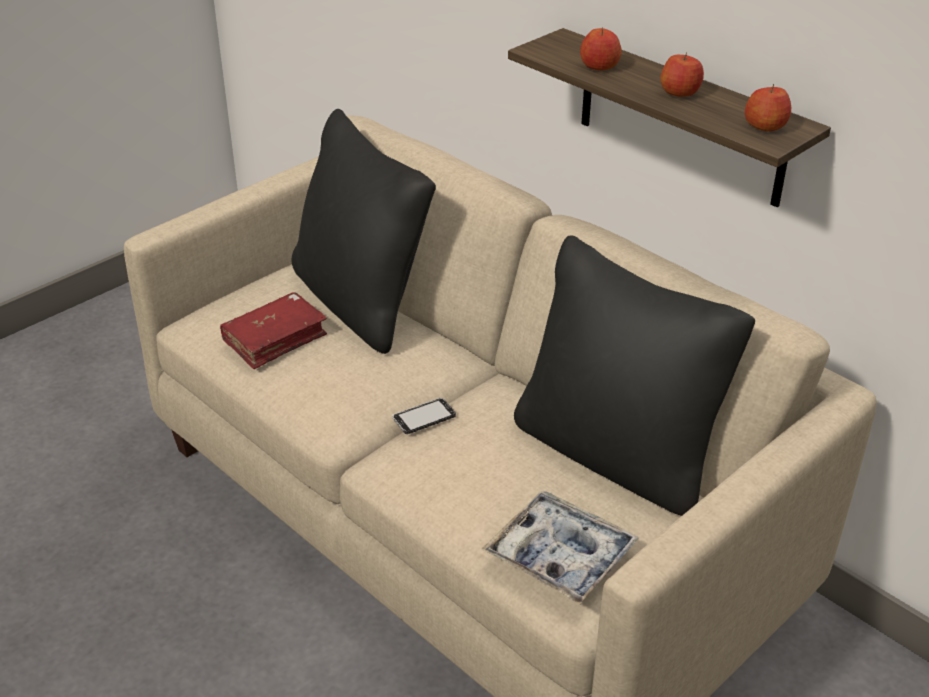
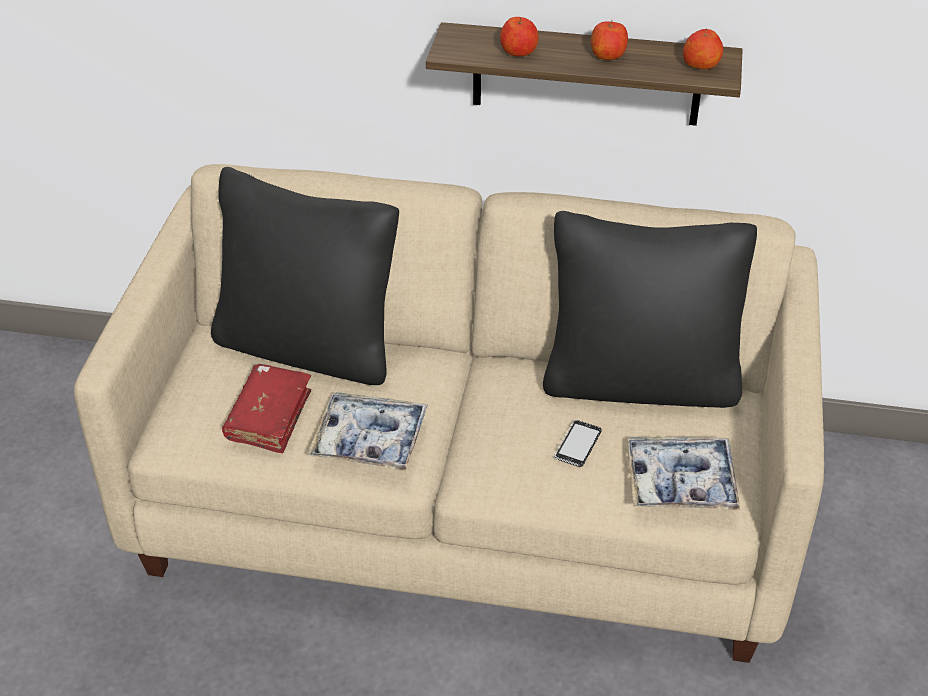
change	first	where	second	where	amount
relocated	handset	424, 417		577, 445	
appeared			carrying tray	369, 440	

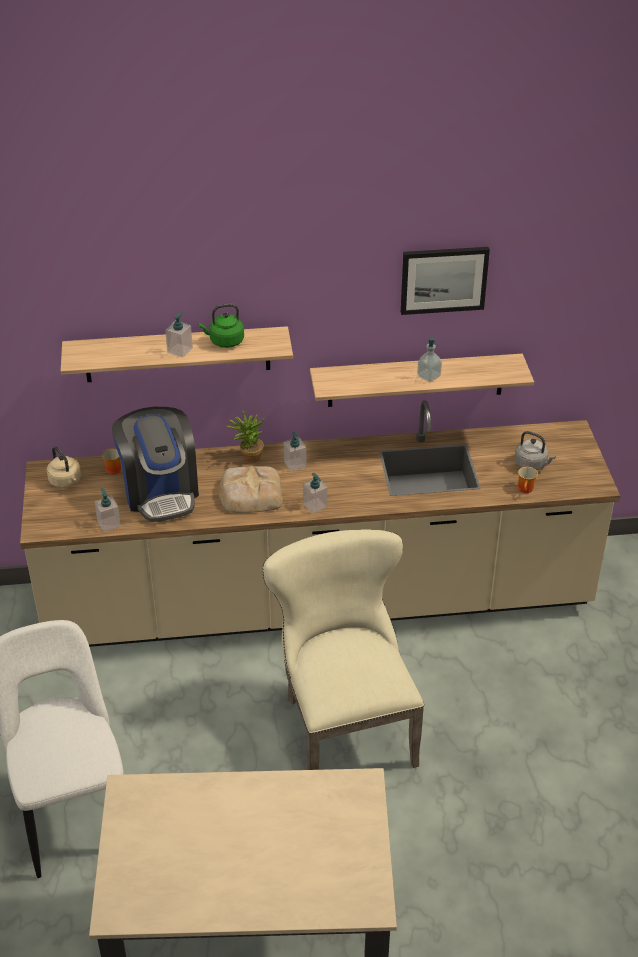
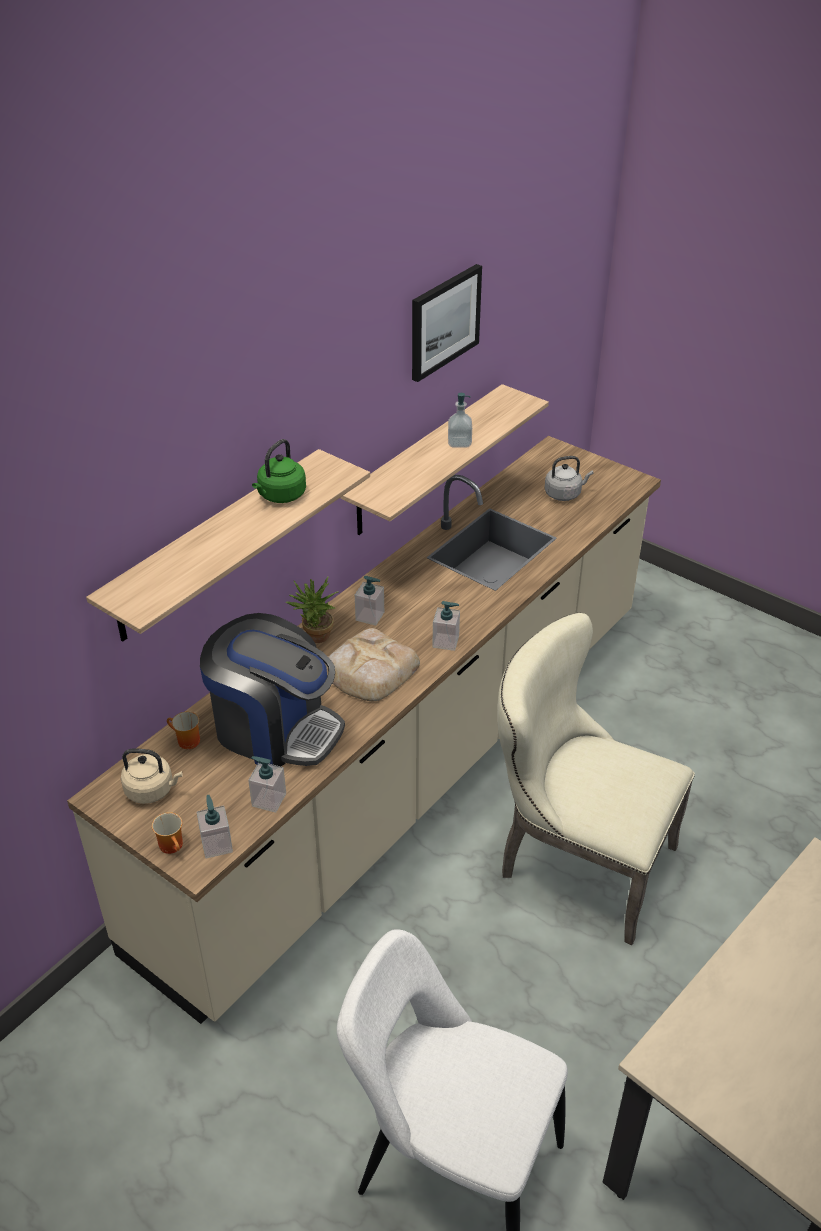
change	first	where	second	where	amount
relocated	liquid soap bottle	180, 350		216, 845	
relocated	tea mug	526, 489		174, 845	

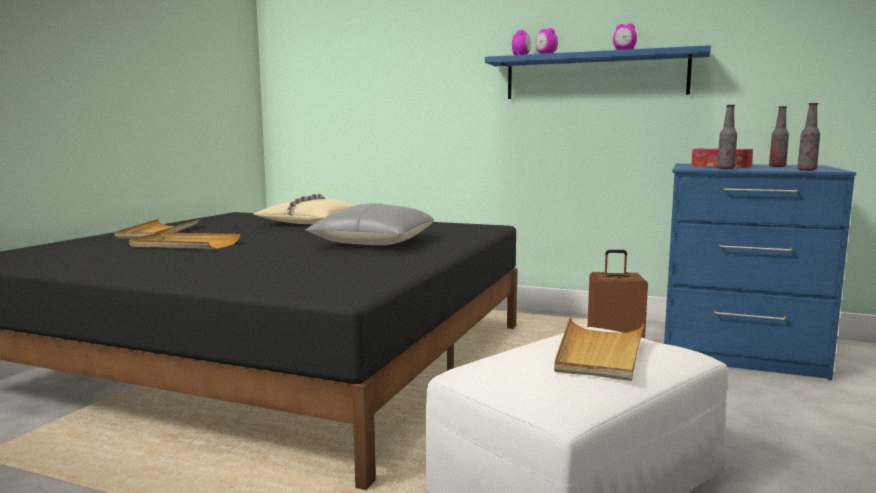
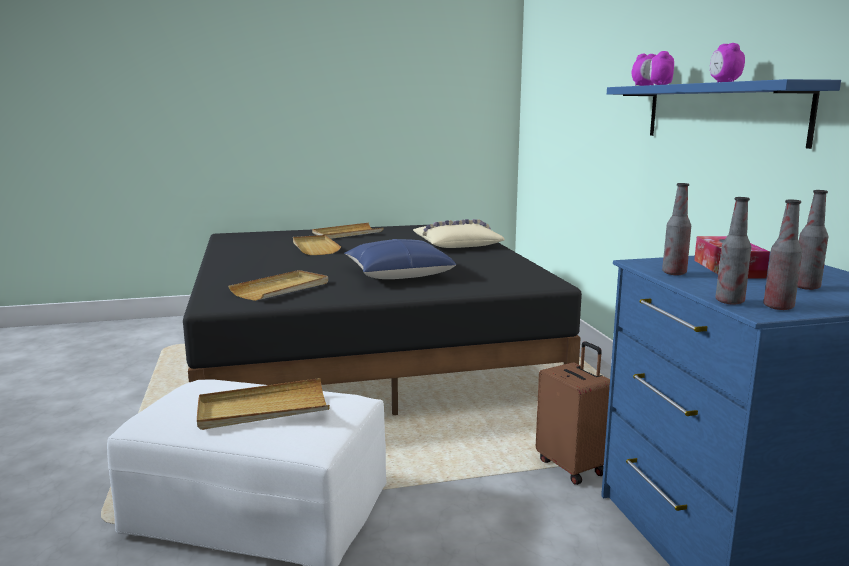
change	first	where	second	where	amount
colour	greyish pillow	373, 242	bluish pillow	398, 274	
appeared			bottle	778, 307	
appeared			sand-coloured carrying tray	281, 288	

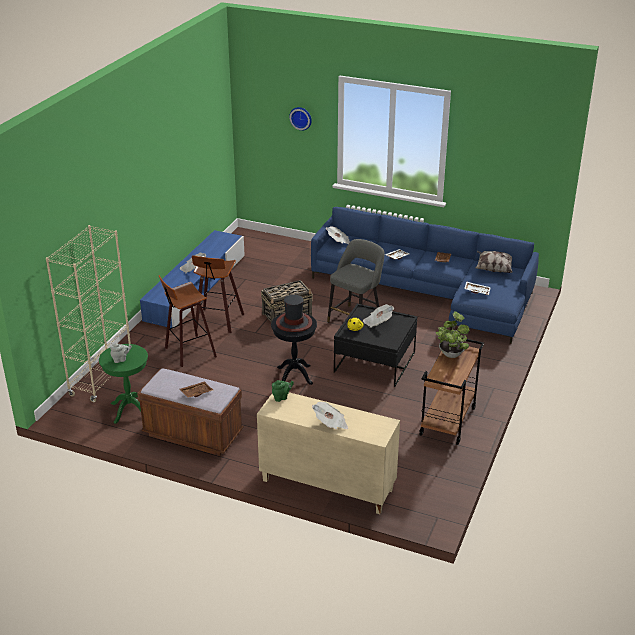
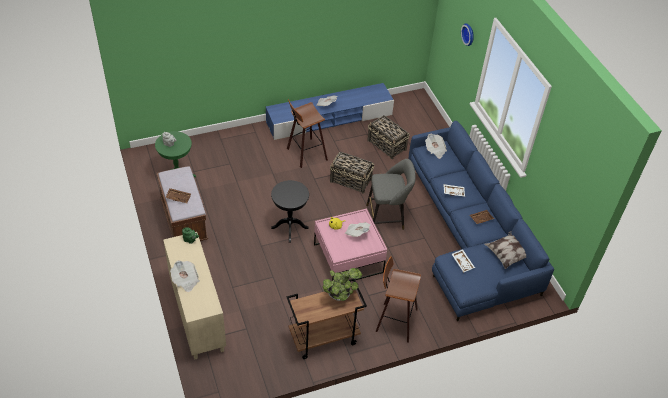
change	first	where	second	where	amount
missing	sand-coloured bookshelf	102, 379			
relocated	stool	188, 352		394, 321	
missing	wearable hat	293, 323			
colour	black-coloured coffee table	374, 362	pinkish coffee table	348, 258	
appeared			basket	387, 145	

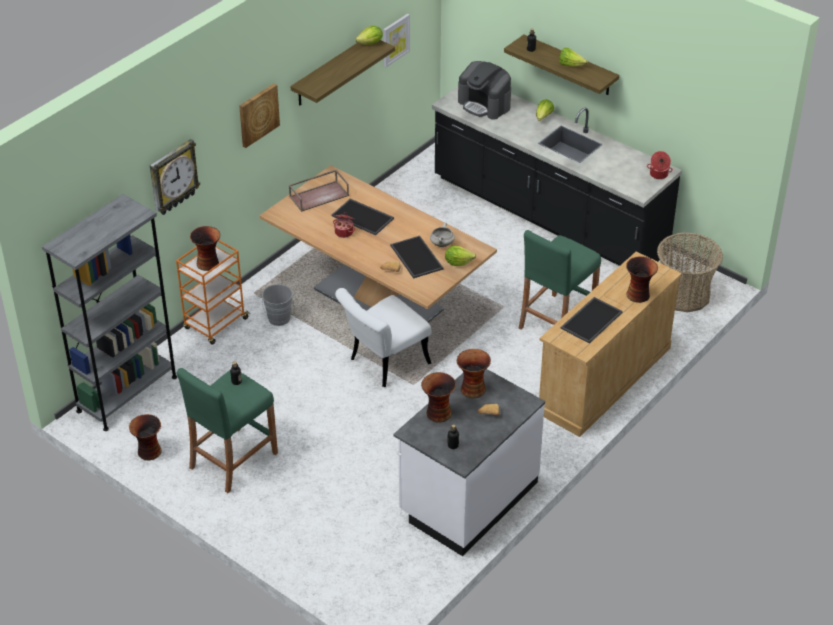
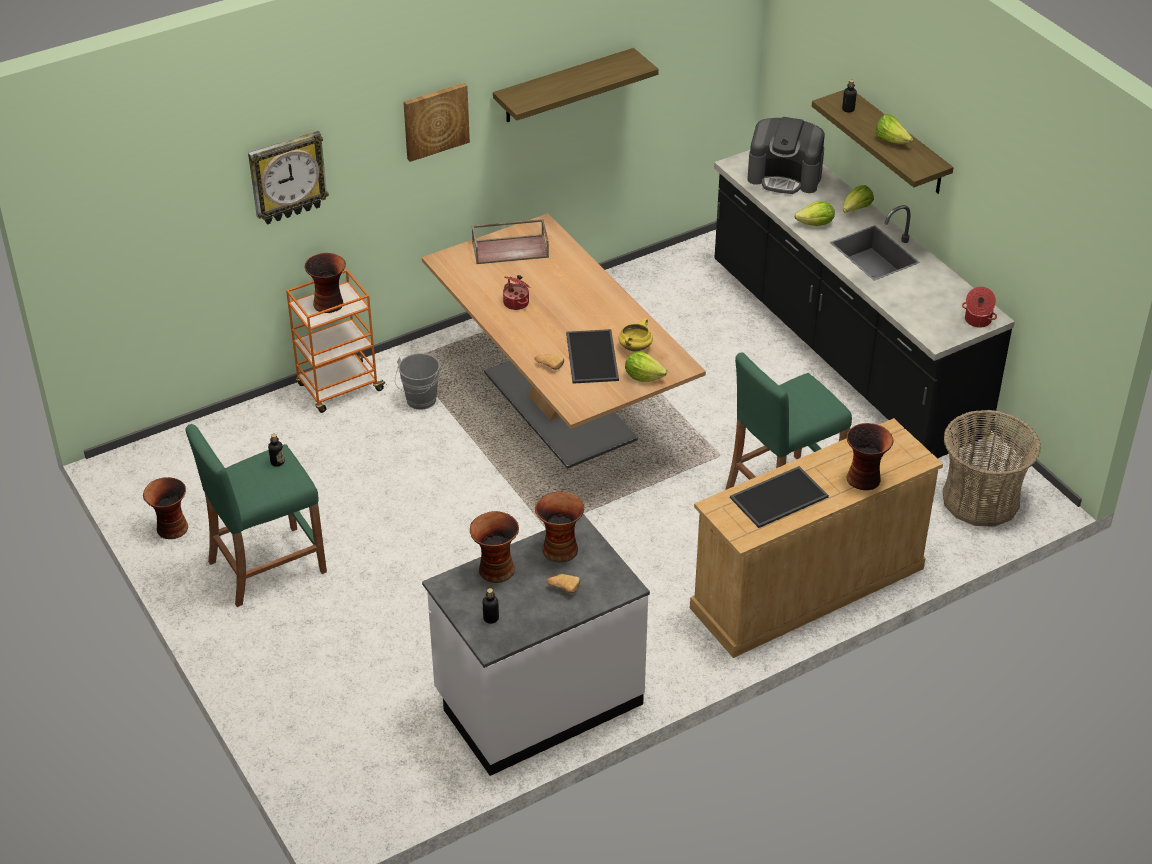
change	first	where	second	where	amount
missing	picture	395, 40			
relocated	lettuce head	370, 43		816, 224	
spun	coffee machine	484, 104		785, 176	45 degrees counterclockwise
missing	greyish bookshelf	127, 394			
missing	carrying tray	363, 217			
colour	white cooking pot	442, 244	yellow cooking pot	635, 347	
missing	white chair	383, 363			

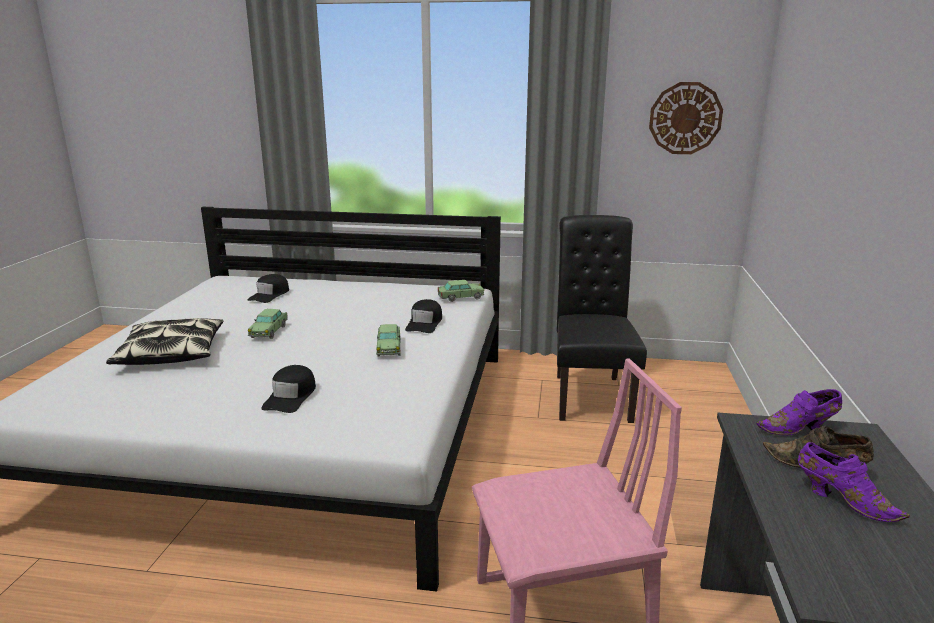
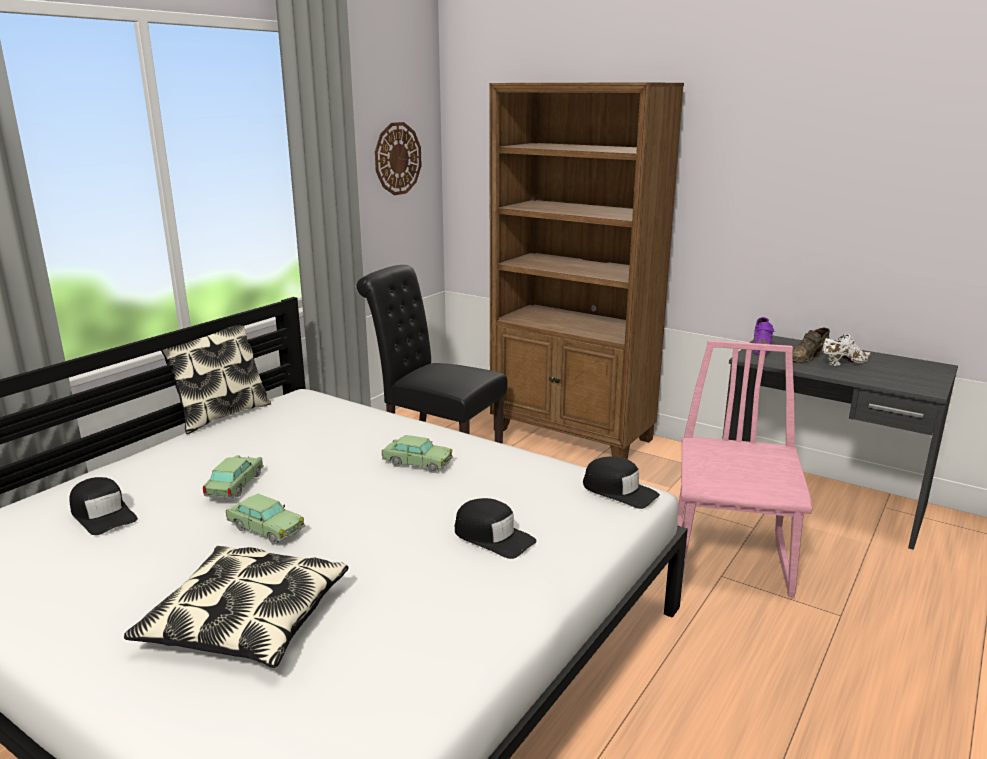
change	first	where	second	where	amount
relocated	miniature car	461, 297		235, 486	
relocated	black-coloured baseball cap	425, 323		619, 491	
colour	purple shoe	842, 500	white shoe	843, 363	
appeared			brown bookshelf	572, 435	
appeared			pillow	221, 415	

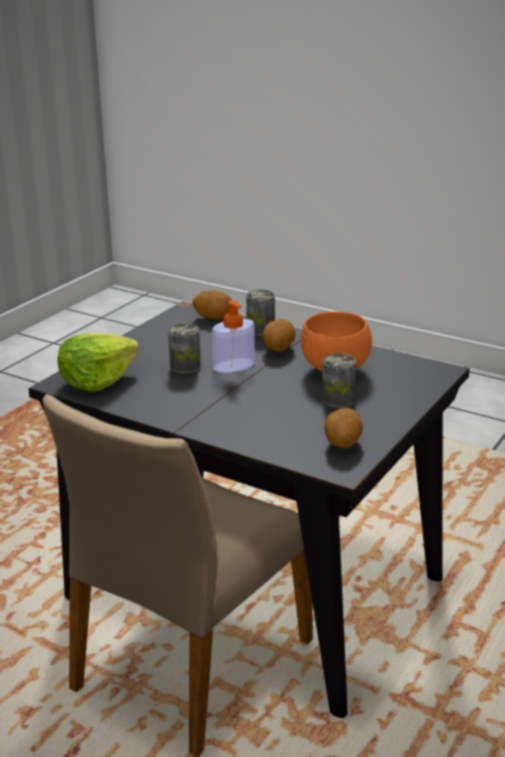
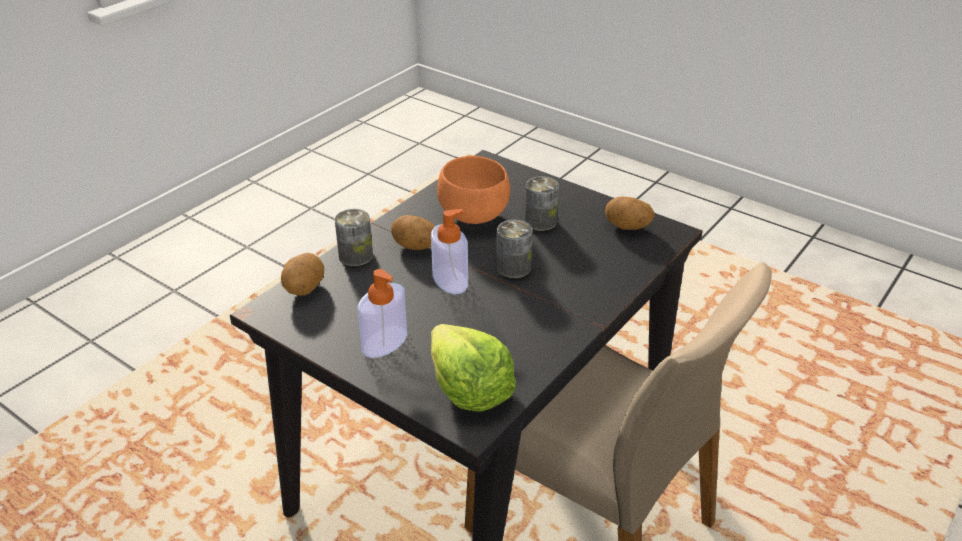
change	first	where	second	where	amount
relocated	metal can	185, 366		513, 267	
appeared			liquid soap bottle	384, 342	

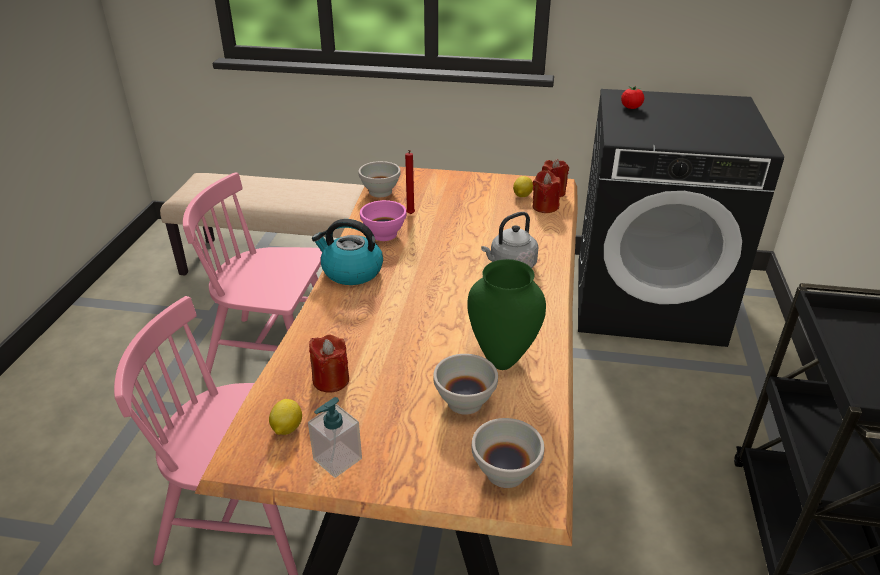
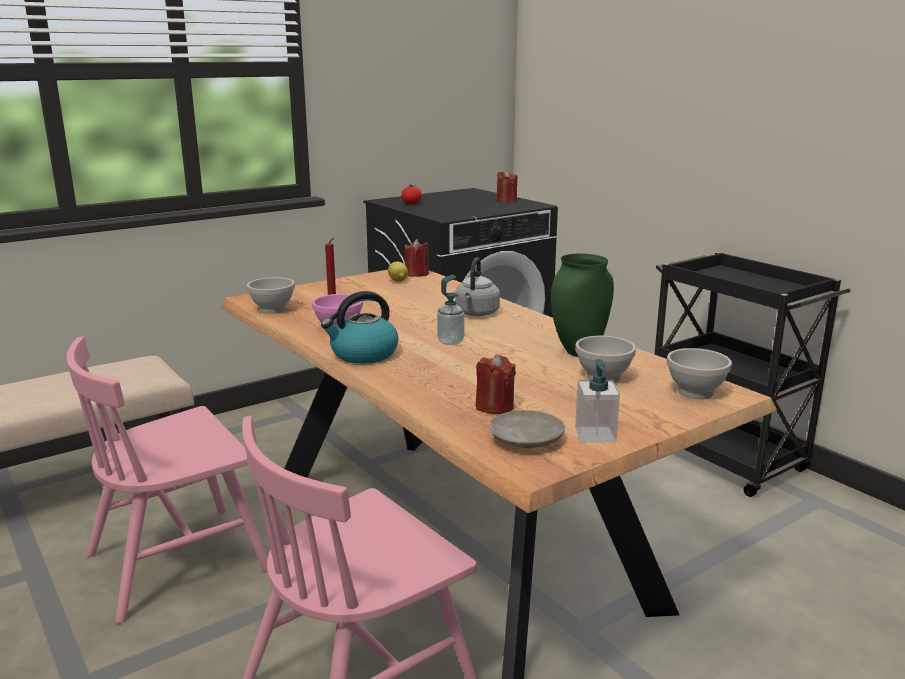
change	first	where	second	where	amount
relocated	red wax candle	545, 207		506, 200	
exchanged	whole lemon	286, 428	sand-coloured flat dish	525, 440	
appeared			liquid soap bottle	450, 341	

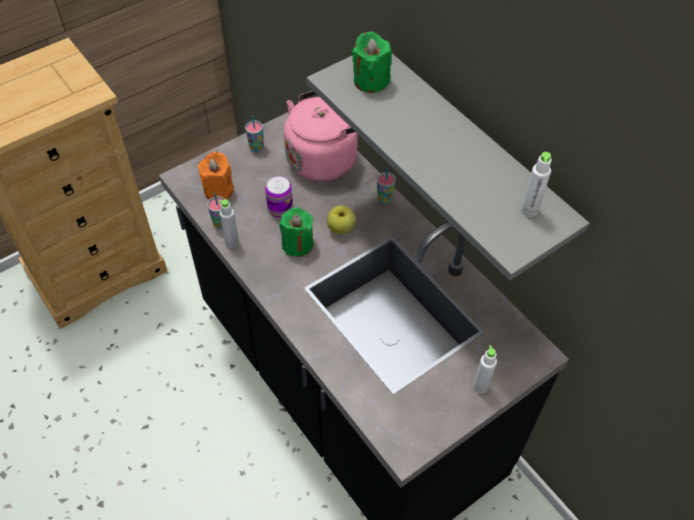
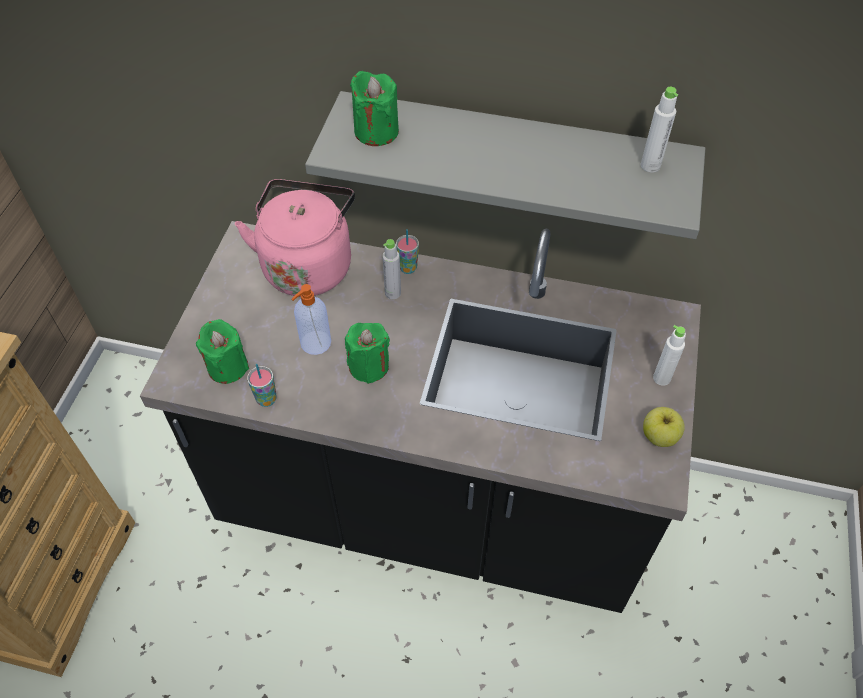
change	first	where	second	where	amount
missing	cup	256, 147			
colour	orange-coloured wax candle	218, 190	green wax candle	227, 367	
exchanged	metal can	280, 209	liquid soap bottle	315, 343	
relocated	greyish bottle	232, 242		393, 293	
relocated	apple fruit	341, 228		659, 436	

